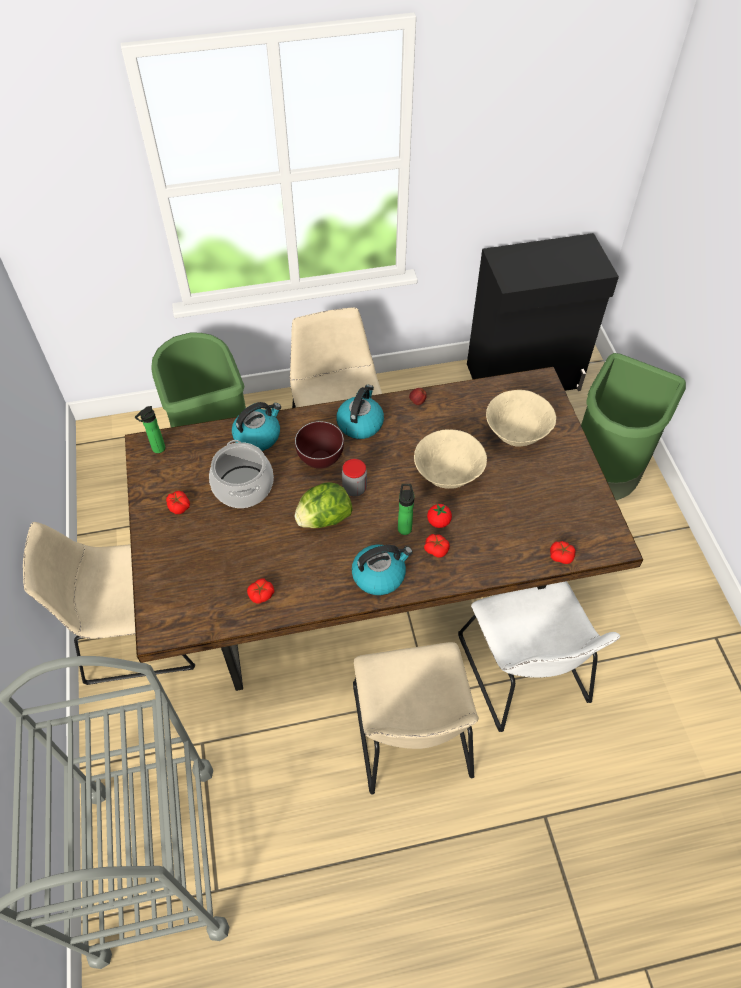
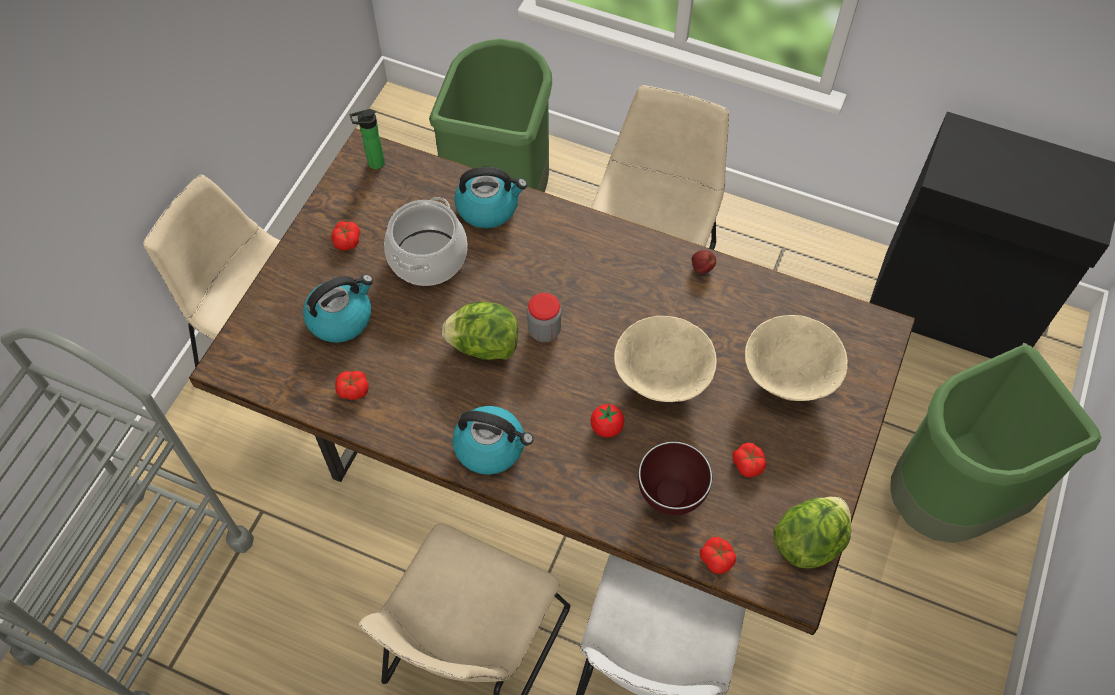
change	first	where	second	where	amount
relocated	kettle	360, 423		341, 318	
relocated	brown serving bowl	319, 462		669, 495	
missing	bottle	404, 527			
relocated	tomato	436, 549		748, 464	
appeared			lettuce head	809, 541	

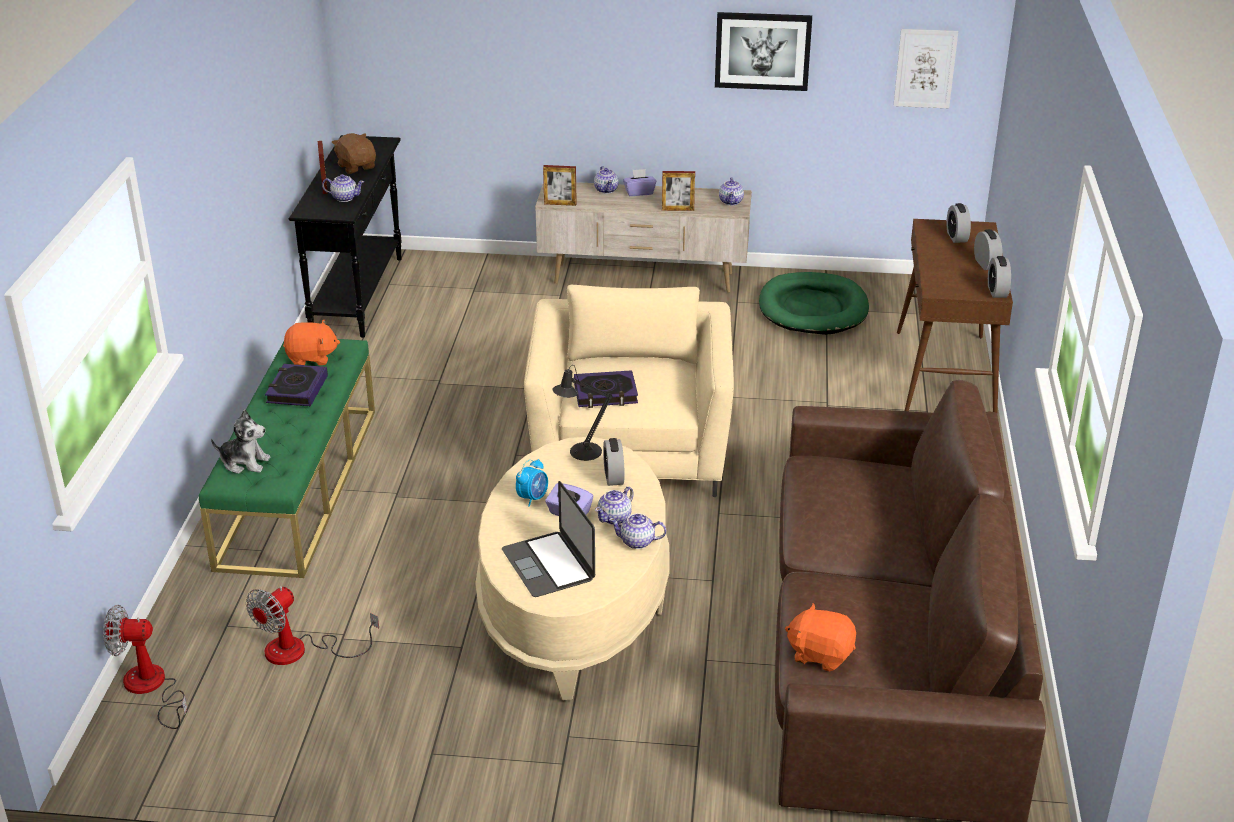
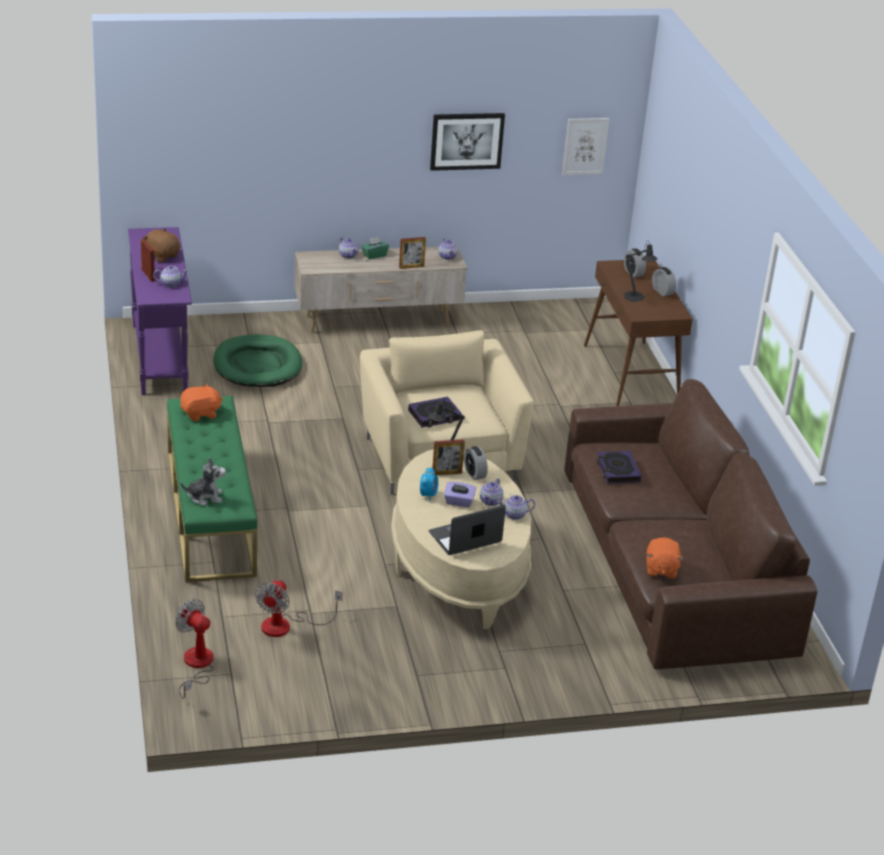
change	first	where	second	where	amount
colour	black-coloured narrow table	358, 295	purple narrow table	160, 358	
relocated	picture frame	560, 204		447, 473	
colour	purple tissue box	639, 192	green tissue box	374, 255	
missing	alarm clock	997, 291			
relocated	green dog cushion	813, 308		257, 365	
relocated	bound book	297, 389		617, 470	
spun	portable computer	548, 564		465, 537	105 degrees clockwise
spun	orange-coloured soft toy	820, 654		661, 569	90 degrees counterclockwise
spun	cooling fan	151, 688		196, 666	60 degrees clockwise
appeared			black-coloured tabletop lamp	636, 298	

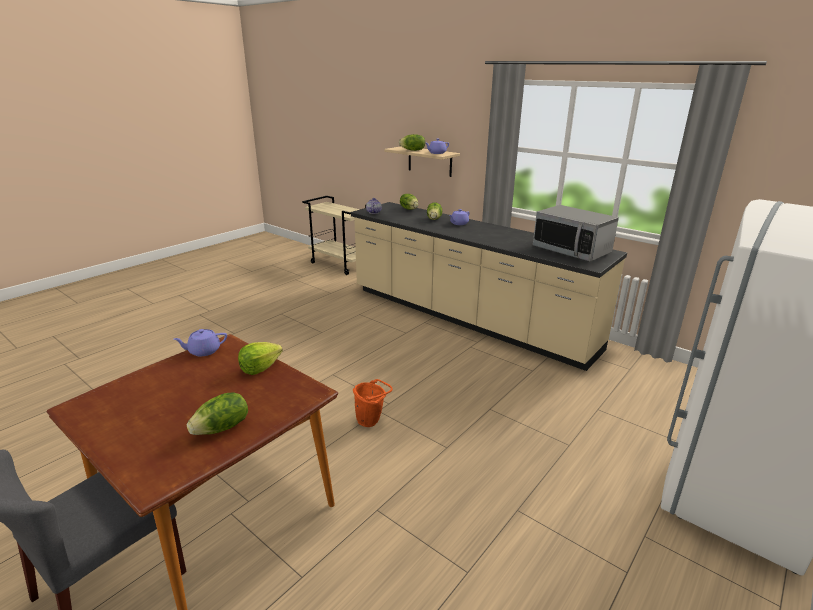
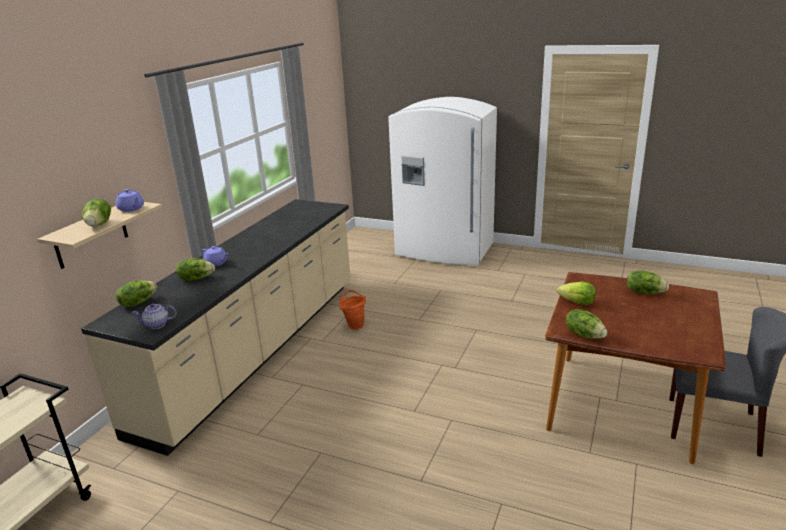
change	first	where	second	where	amount
missing	microwave oven	571, 251			
exchanged	purple teapot	203, 351	lettuce head	584, 334	
relocated	orange-coloured bucket	371, 421		354, 325	

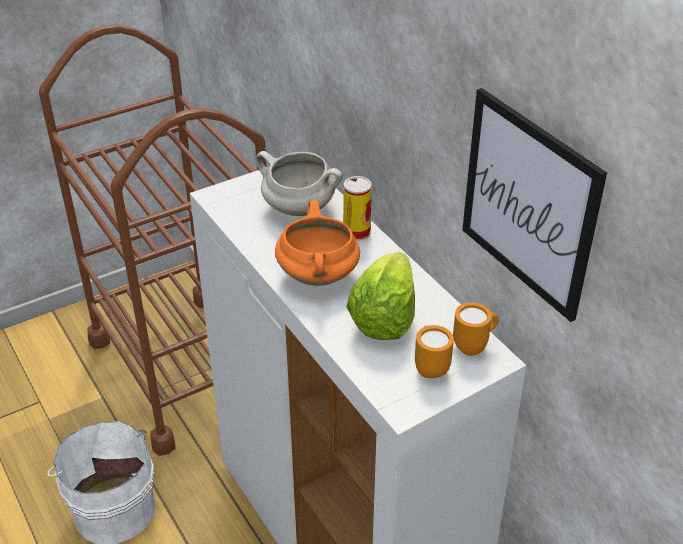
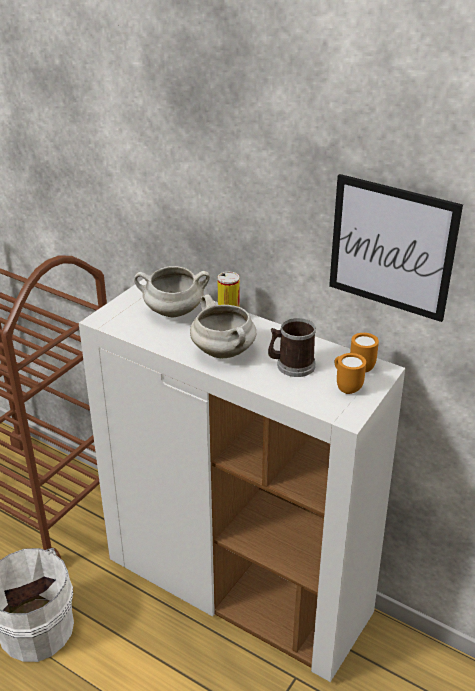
change	first	where	second	where	amount
colour	orange-coloured cooking pot	319, 276	white cooking pot	224, 352	
exchanged	lettuce head	384, 317	tea mug	291, 365	

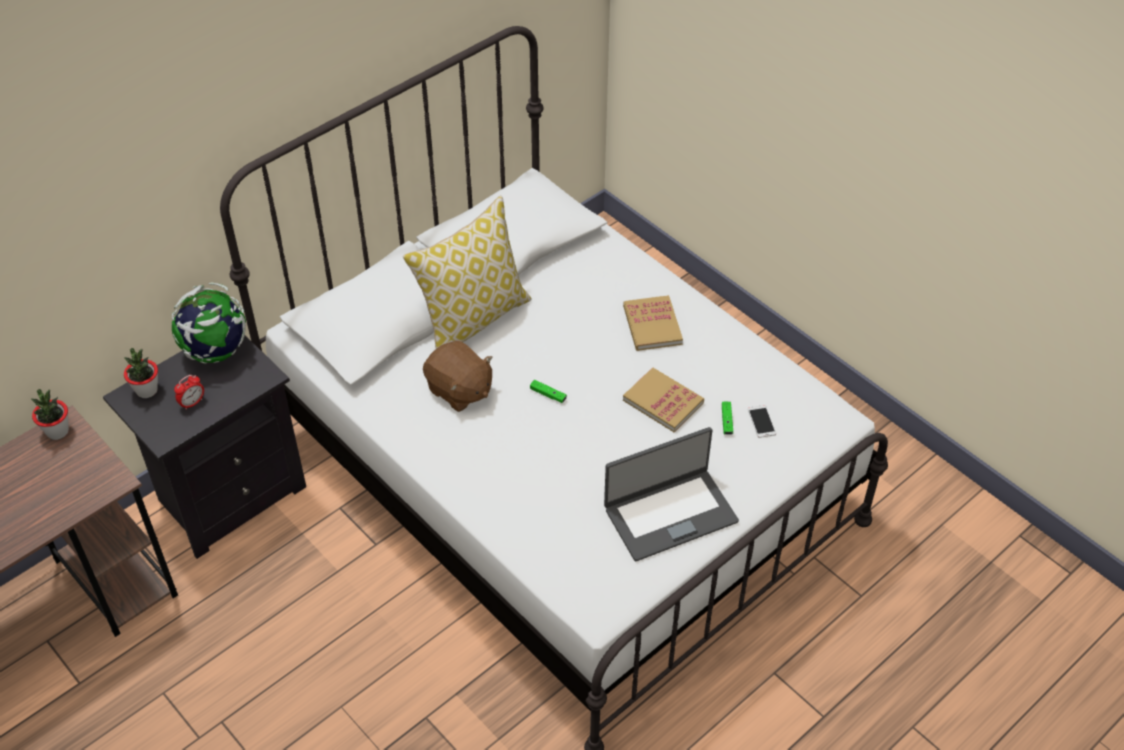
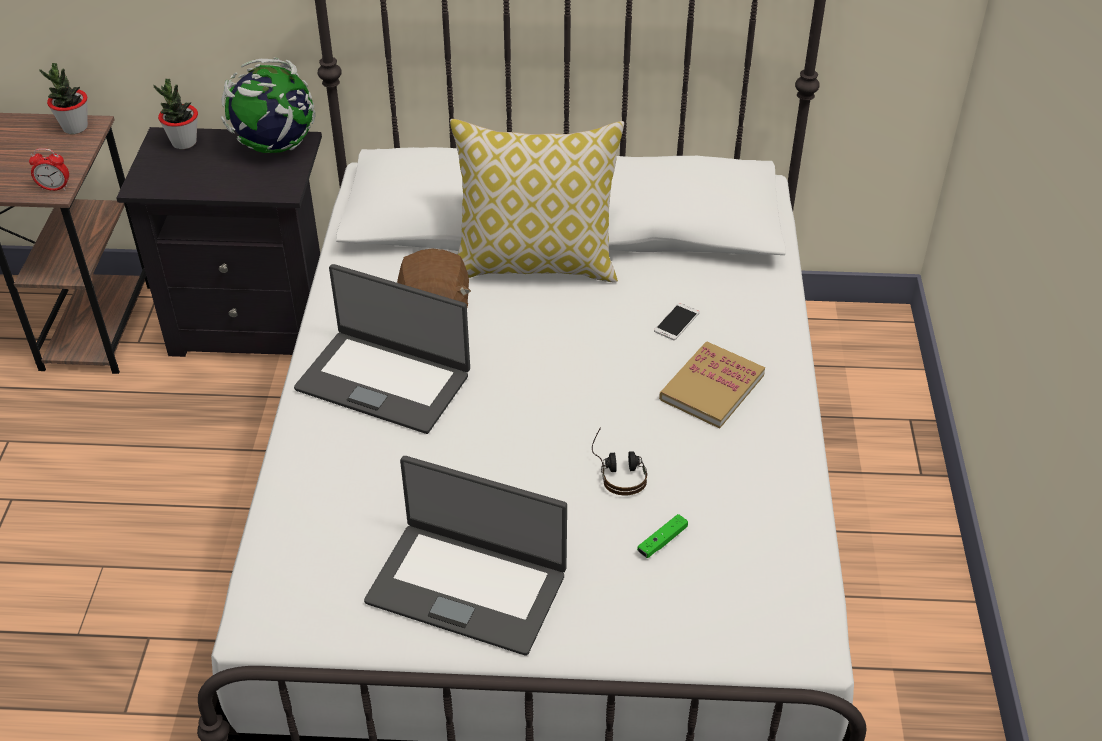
change	first	where	second	where	amount
exchanged	bound book	663, 401	headset	618, 469	
relocated	alarm clock	192, 403		54, 188	
missing	green game controller	548, 395			
relocated	handset	761, 421		676, 322	
appeared			portable computer	384, 380	

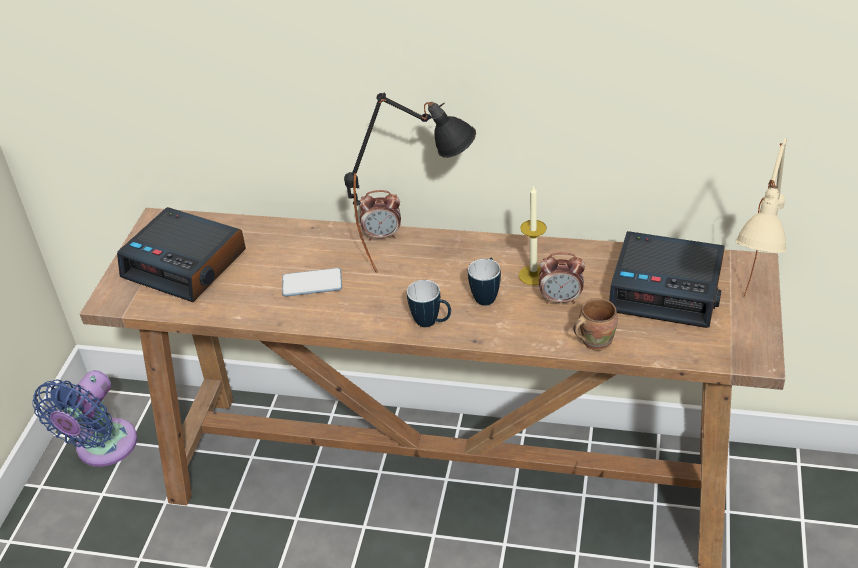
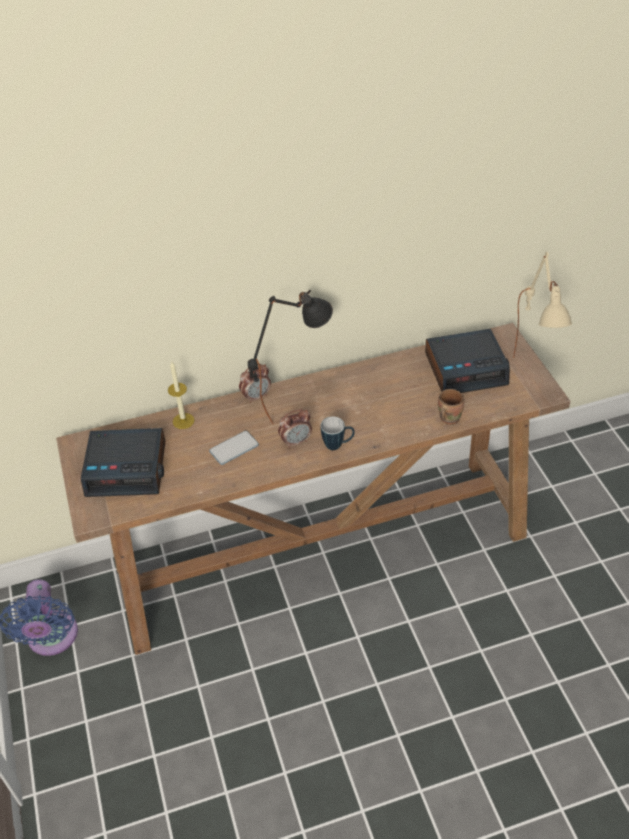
change	first	where	second	where	amount
relocated	wax candle	533, 275		183, 421	
relocated	alarm clock	561, 299		296, 442	
missing	tea mug	487, 295			

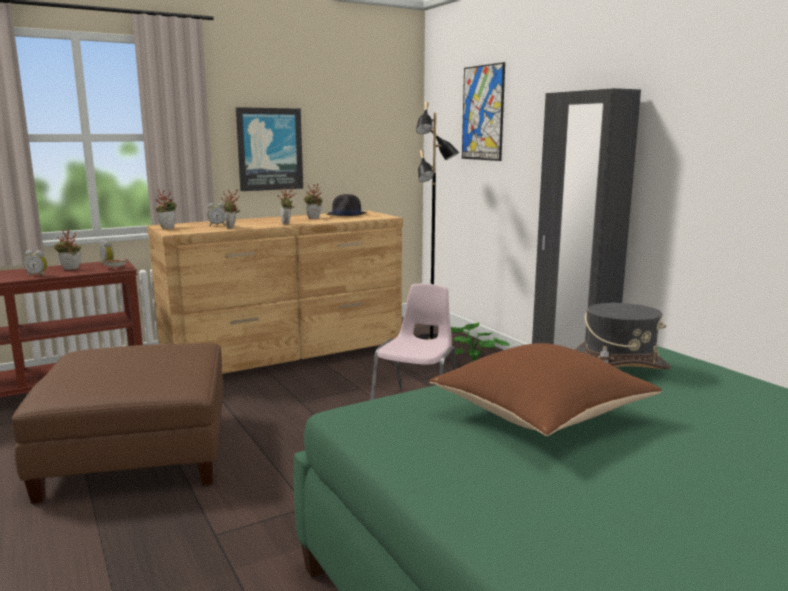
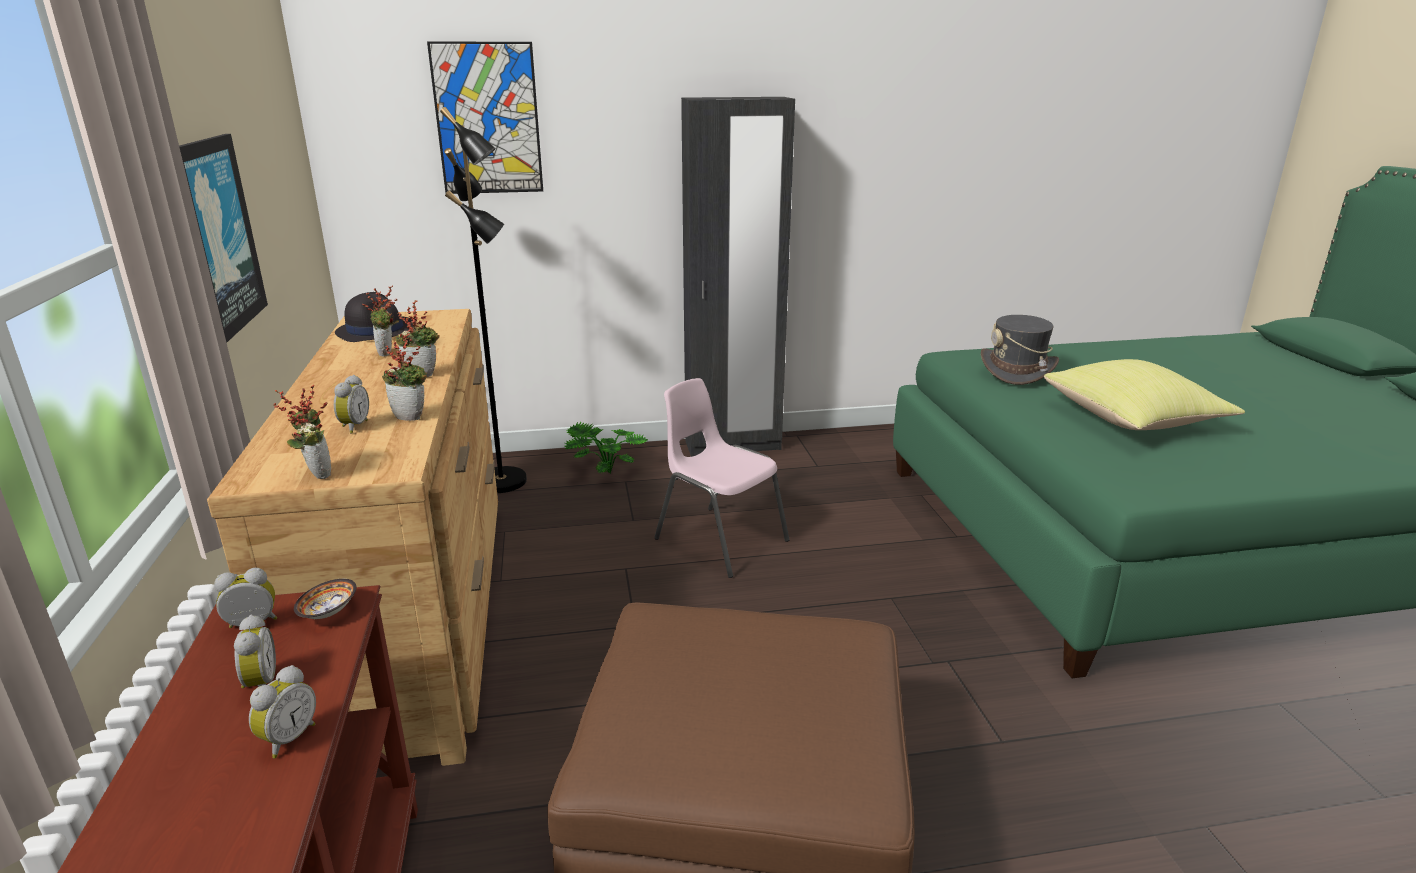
change	first	where	second	where	amount
exchanged	houseplant	70, 269	alarm clock	259, 685	
colour	brown pillow	541, 419	yellow pillow	1134, 421	

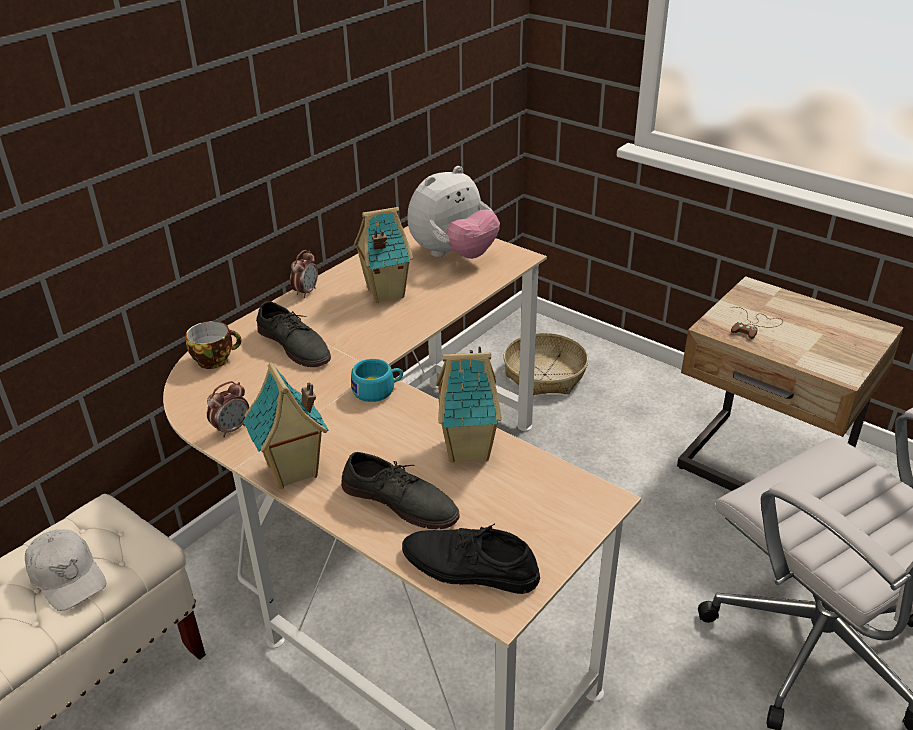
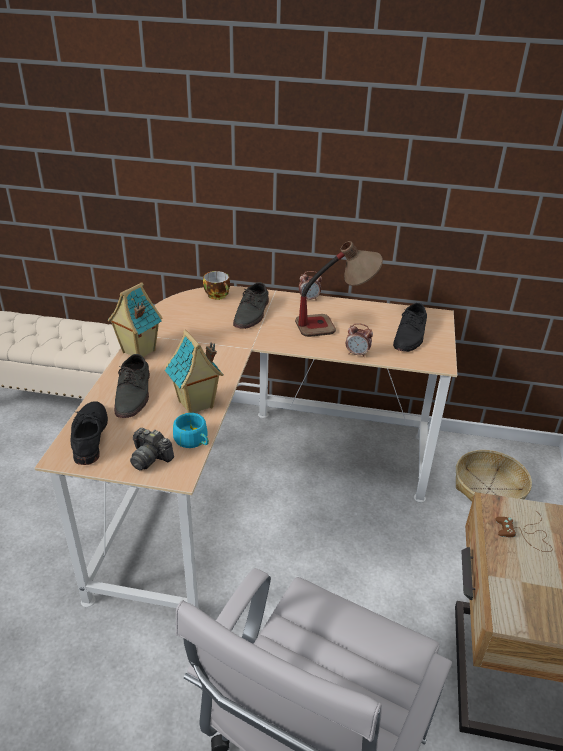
change	first	where	second	where	amount
exchanged	soft toy	453, 255	black-coloured shoe	410, 335	
exchanged	miniature house	384, 293	tabletop lamp	335, 324	
relocated	turquoise-coloured cup	378, 390		193, 440	
relocated	alarm clock	232, 429		357, 354	
missing	white baseball cap	67, 576			
appeared			still camera	150, 457	

